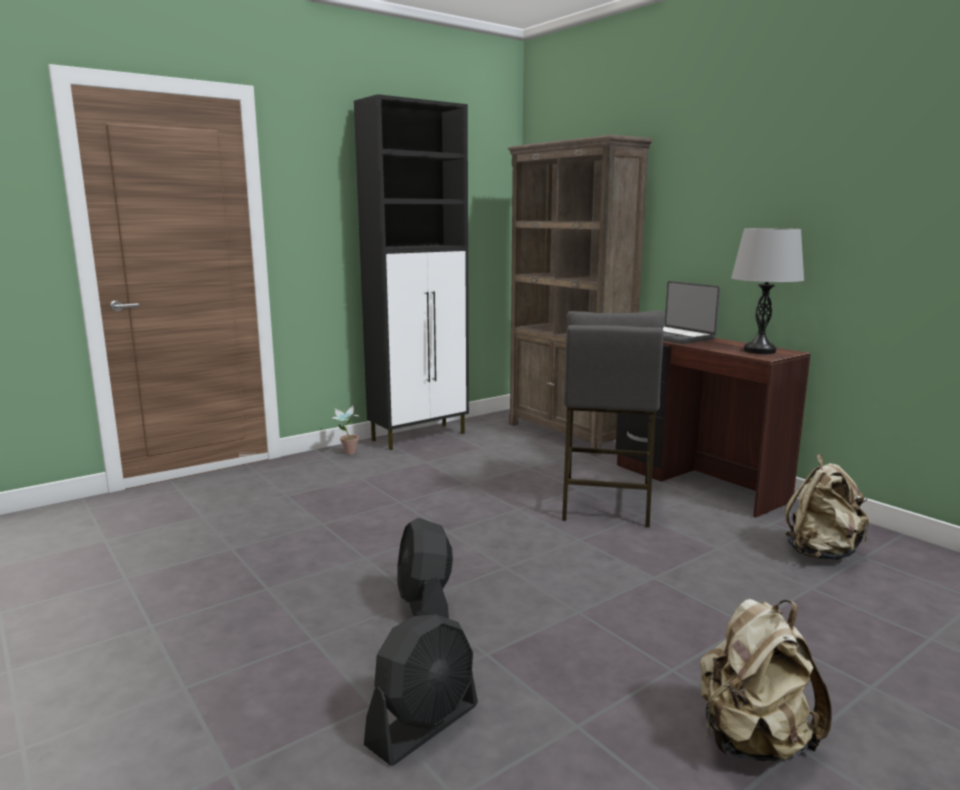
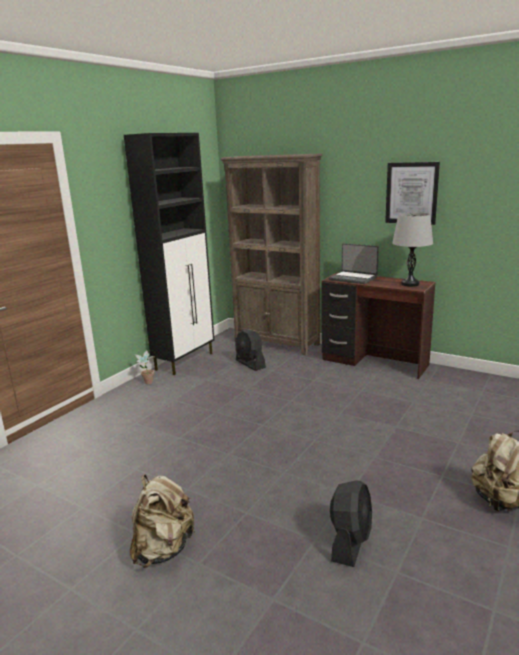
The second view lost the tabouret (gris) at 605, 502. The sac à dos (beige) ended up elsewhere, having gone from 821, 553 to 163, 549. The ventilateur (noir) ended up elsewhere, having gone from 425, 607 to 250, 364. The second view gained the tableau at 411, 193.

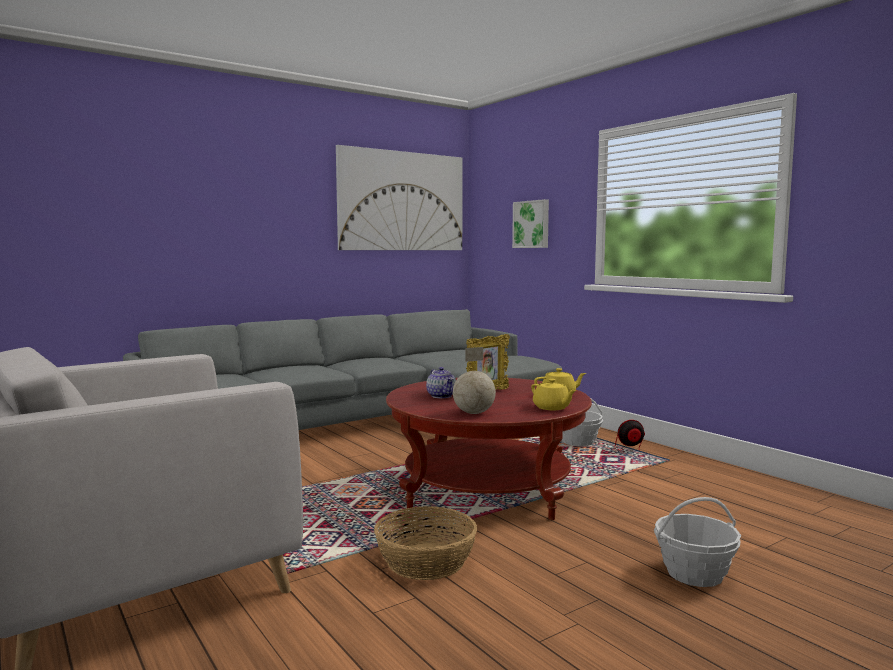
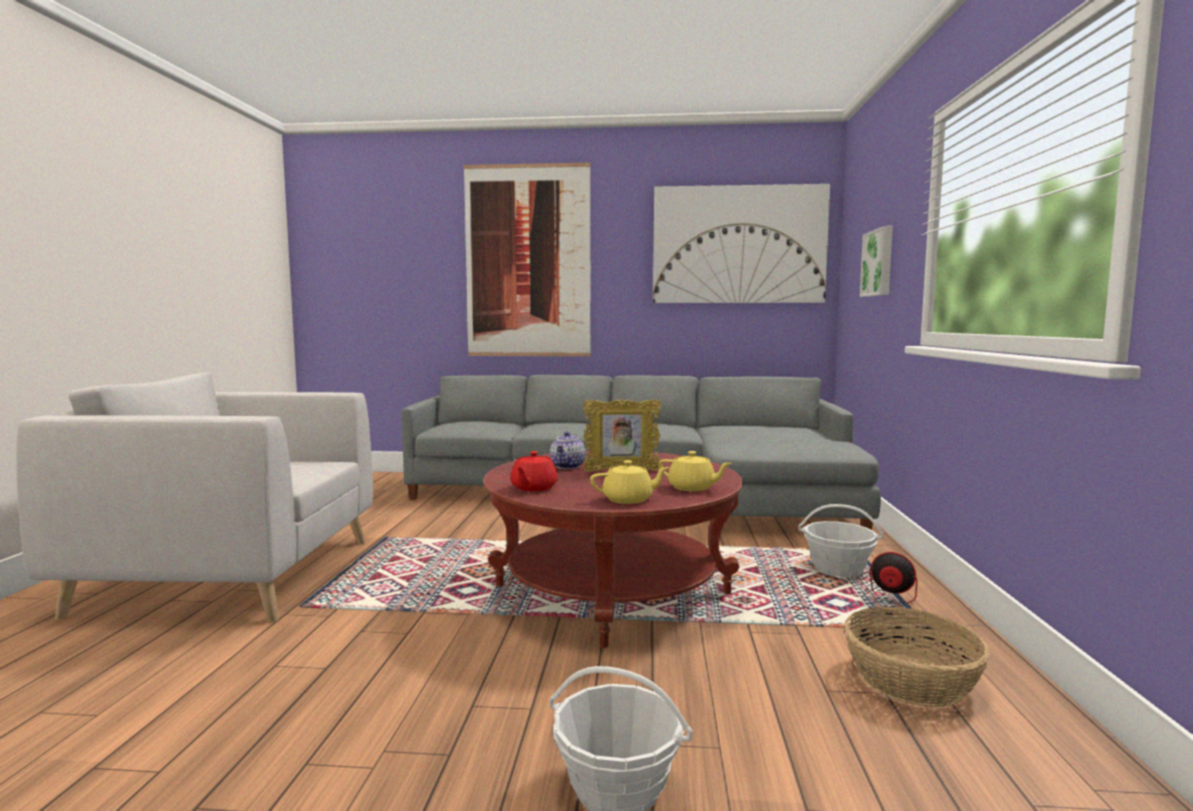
Where the globe stood at 474, 413, the théière (rouge) came to stand at 533, 488. The théière (jaune) at 552, 408 ended up facing another way, 105 degrees counterclockwise from before. The panier ended up elsewhere, having gone from 426, 561 to 912, 679. The second view gained the tableau at 527, 261.

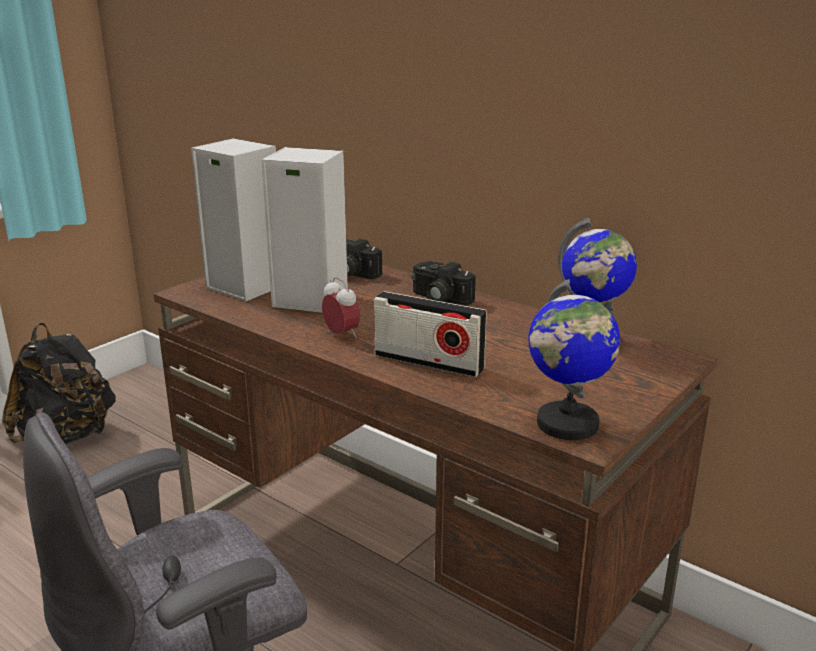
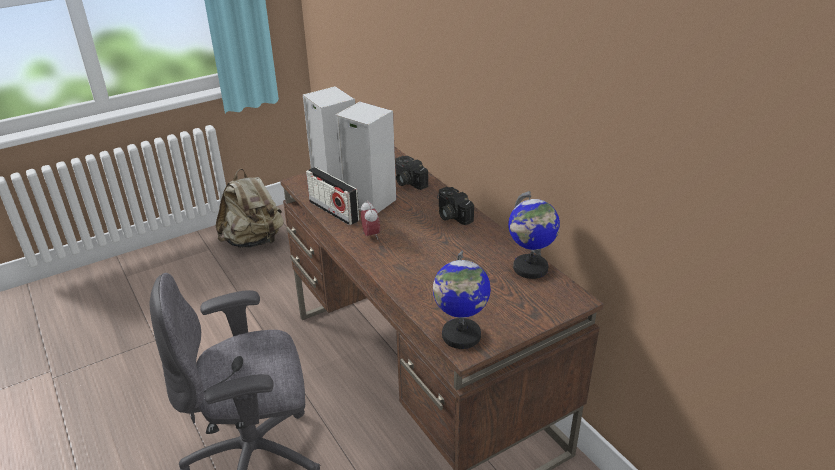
The radio ended up elsewhere, having gone from 428, 362 to 334, 211. What was the sac à dos (noir) at 67, 437 turned into the sac à dos (beige) at 254, 241.

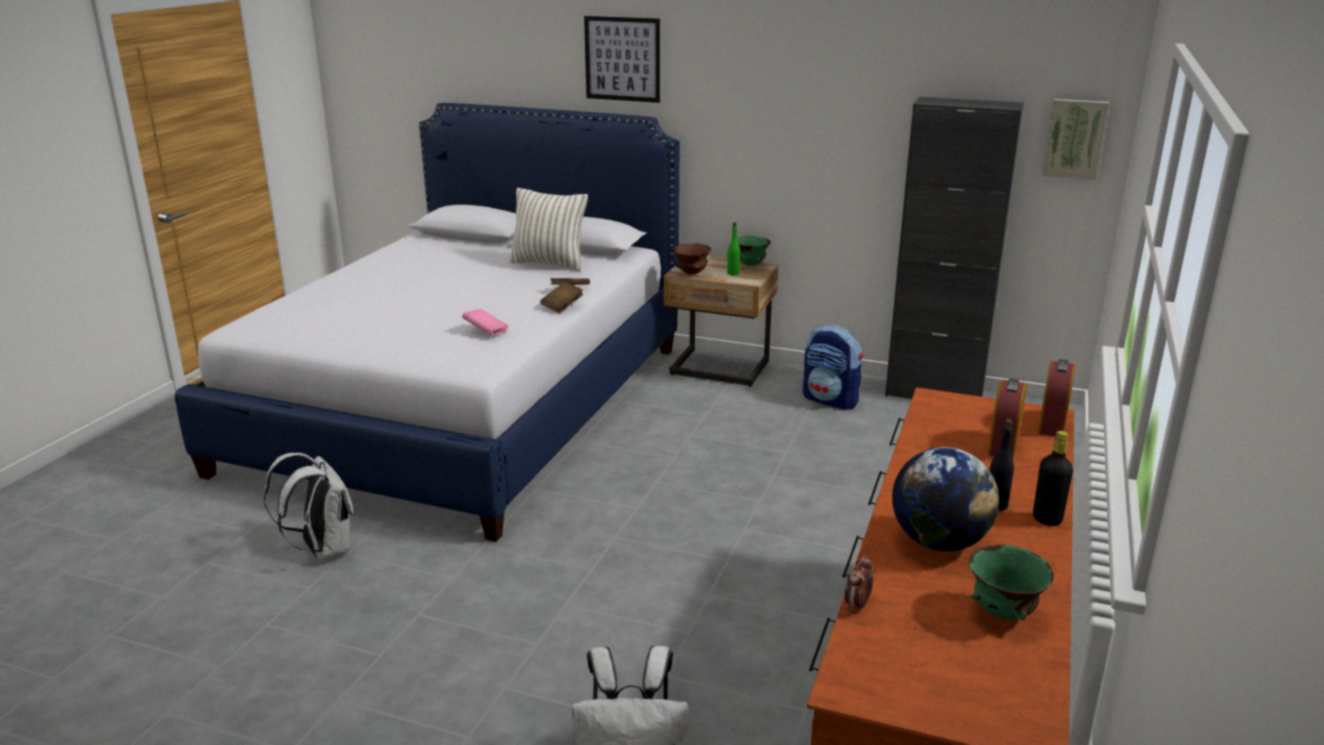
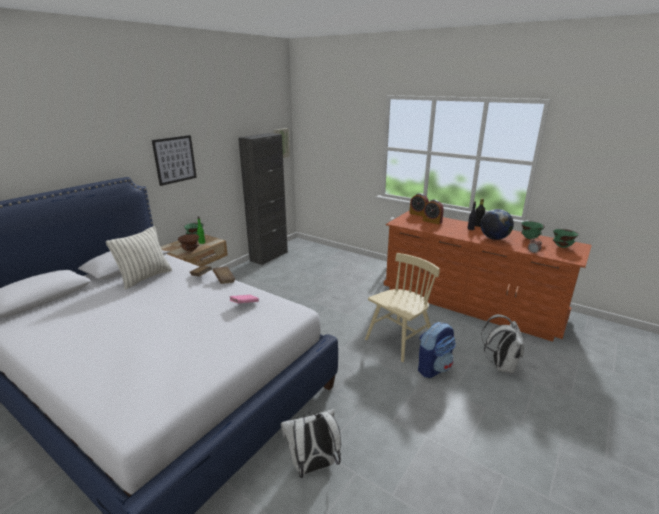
The tableau ended up elsewhere, having gone from 622, 59 to 175, 160. The sac à dos ended up elsewhere, having gone from 831, 400 to 433, 368. The second view gained the bol (vert) at 561, 247. The second view gained the chaise (beige) at 399, 340.

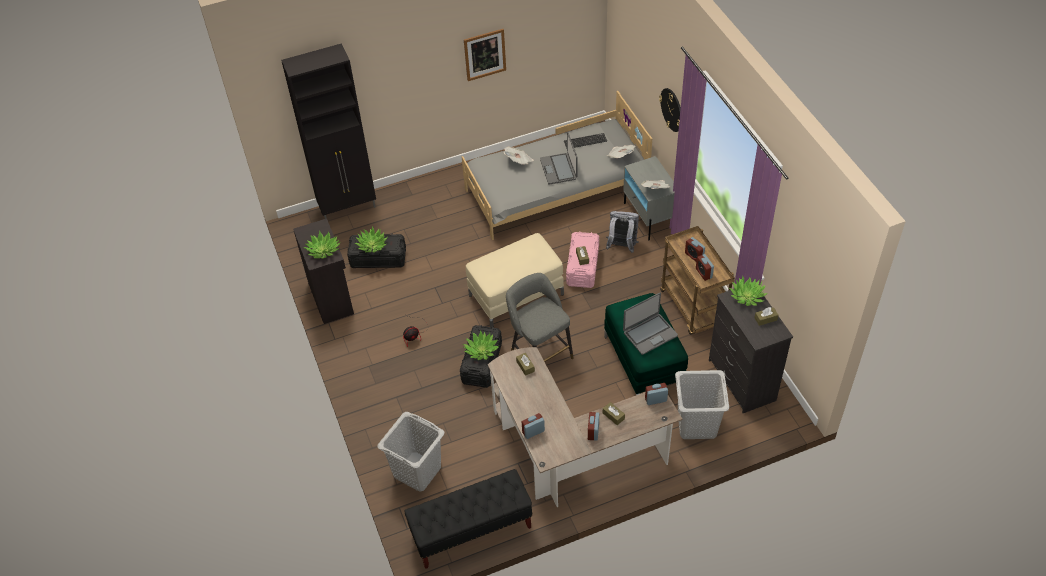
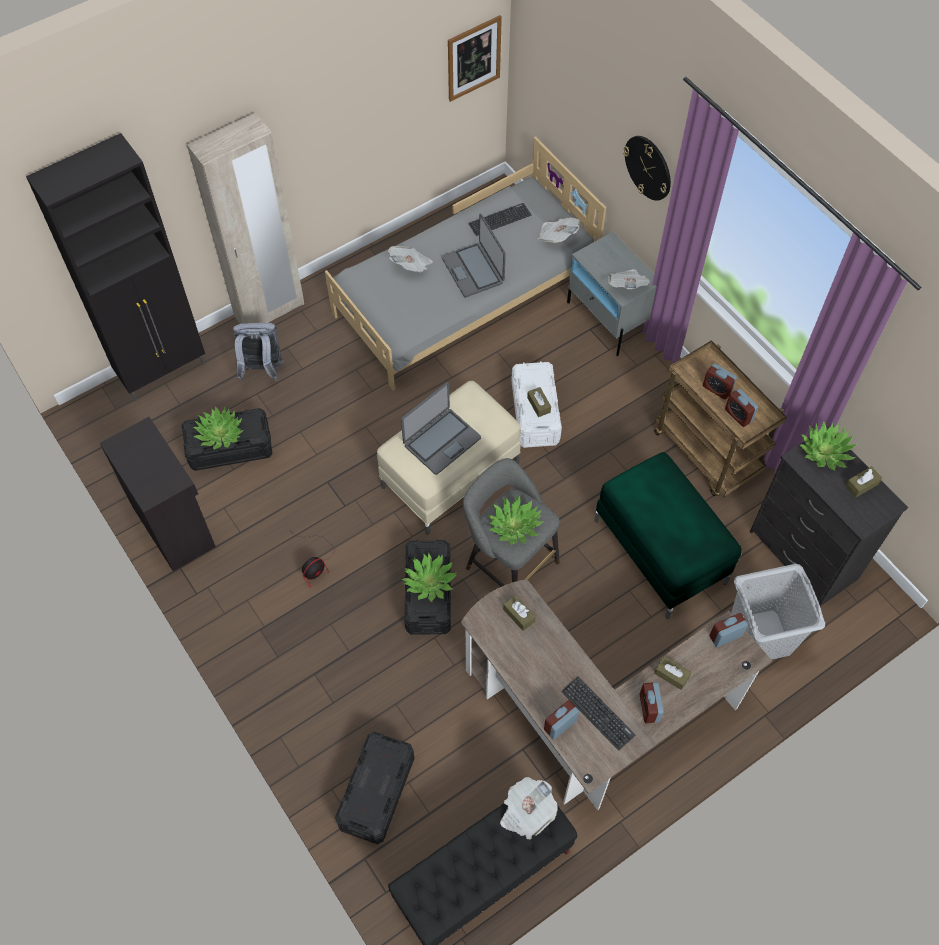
The tableau ended up elsewhere, having gone from 485, 54 to 473, 58. The sac à dos (gris) ended up elsewhere, having gone from 621, 246 to 262, 370. The plante en pot ended up elsewhere, having gone from 323, 250 to 514, 525. What was the boîte de rangement (rose) at 582, 267 turned into the boîte de rangement (blanc) at 534, 413. The ordinateur portable ended up elsewhere, having gone from 649, 334 to 441, 441. Where the panier à linge (gris) stood at 417, 471, the boîte de rangement (noir) came to stand at 376, 793. The second view gained the armoire (beige) at 270, 311. The second view gained the clavier at 598, 713. The second view gained the journal at 526, 812.

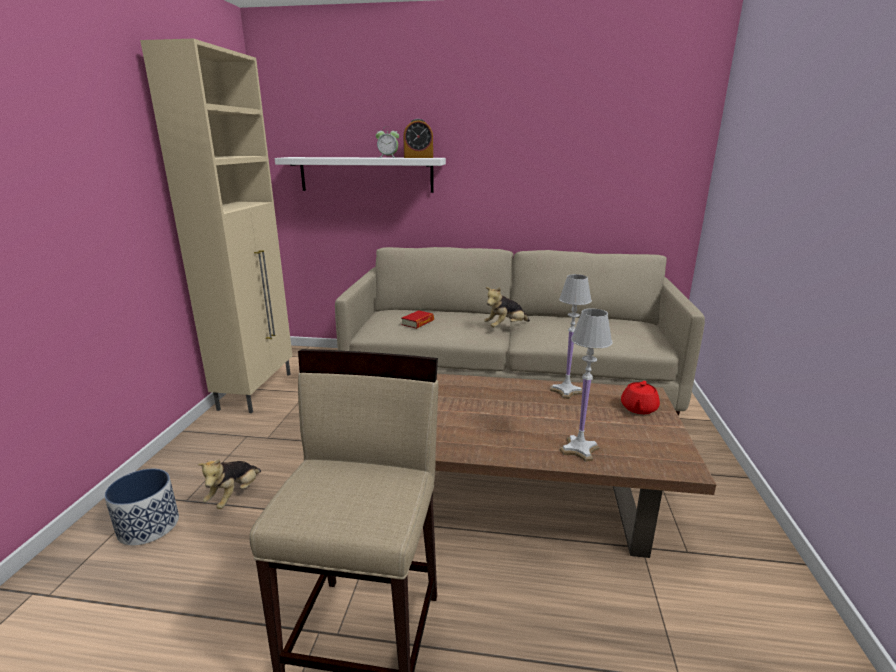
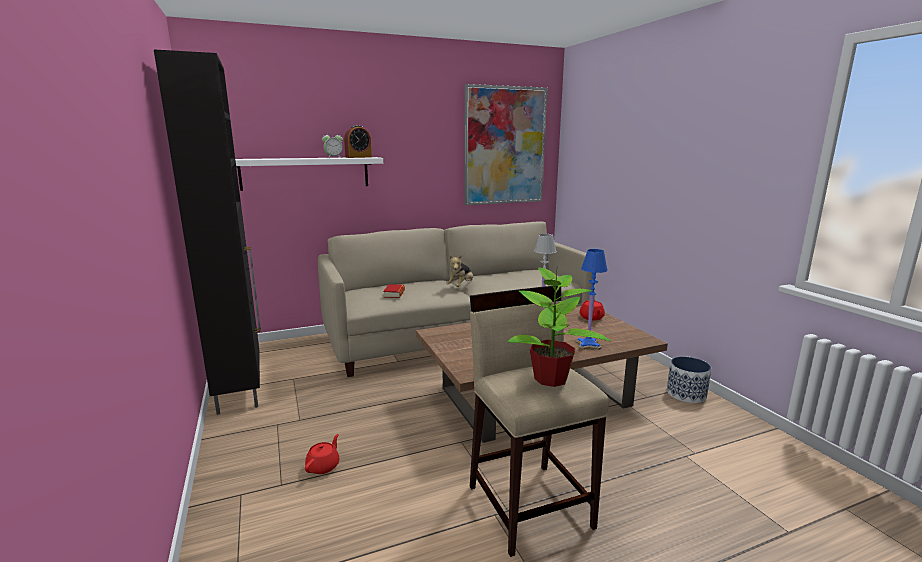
What was the meuble de rangement (beige) at 257, 390 turned into the meuble de rangement (noir) at 240, 389. What was the lampe de table (blanc) at 579, 449 turned into the lampe de table (bleu) at 588, 345. Where the peluche stood at 234, 495, the théière (rouge) came to stand at 323, 466. The cache-pot ended up elsewhere, having gone from 149, 526 to 686, 394. The second view gained the tableau at 505, 146. The second view gained the plante en pot at 550, 379.

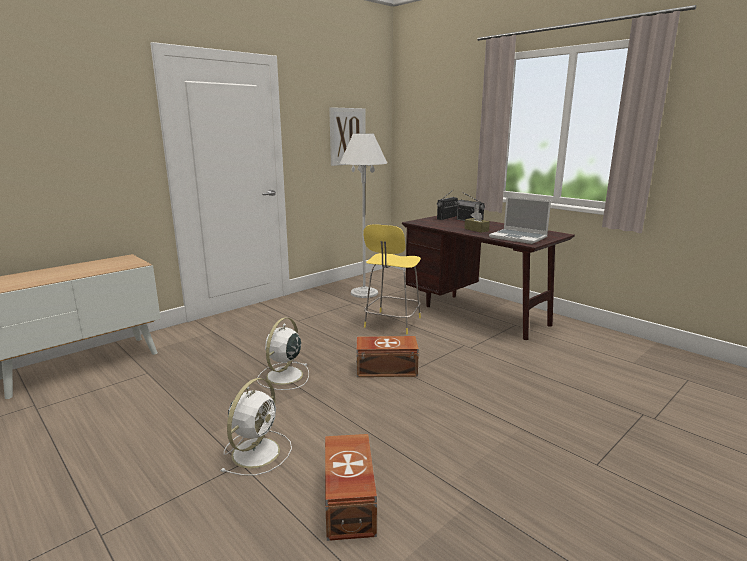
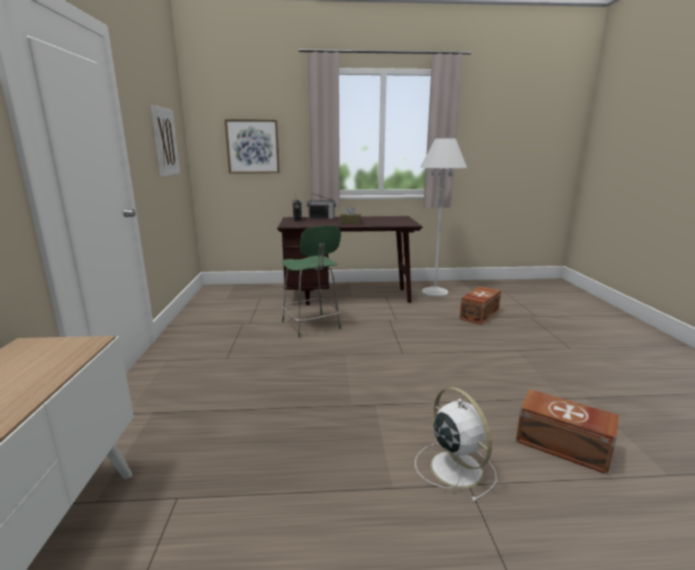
The lampadaire (blanc) ended up elsewhere, having gone from 364, 293 to 434, 292. The second view lost the ordinateur portable at 519, 237. What was the tabouret (jaune) at 392, 323 turned into the tabouret (vert) at 311, 326. The second view lost the ventilateur (blanc) at 283, 376. The boîte de rangement (marron) ended up elsewhere, having gone from 385, 369 to 478, 315. The second view gained the tableau at 253, 146.

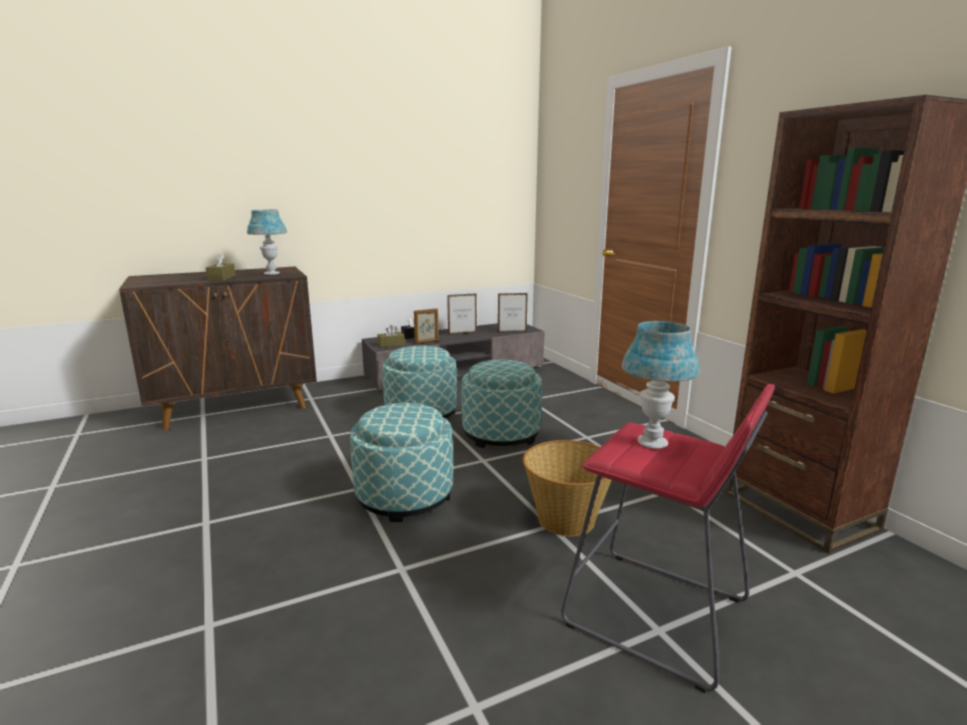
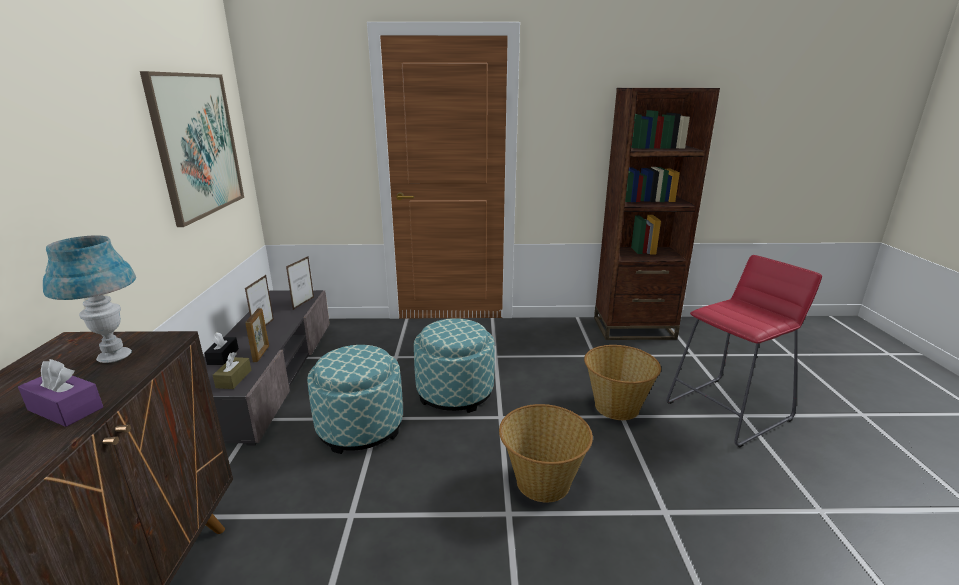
What was the boîte à mouchoirs (marron) at 221, 278 turned into the boîte à mouchoirs (violet) at 65, 409. The second view lost the lampe de table (bleu) at 652, 442. Where the pouf stood at 404, 496, the panier came to stand at 542, 482. The second view gained the tableau at 197, 145.

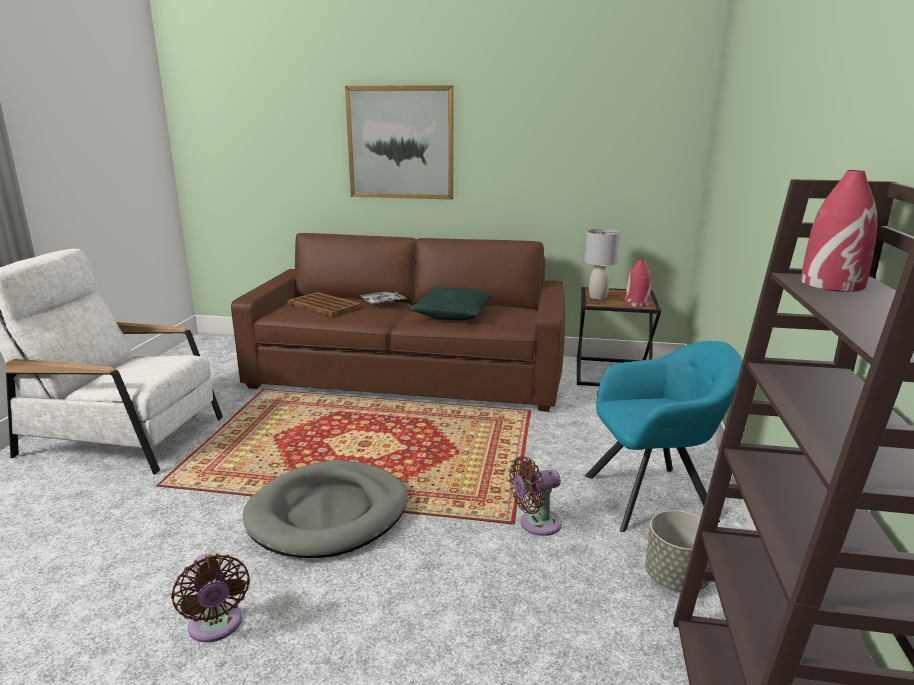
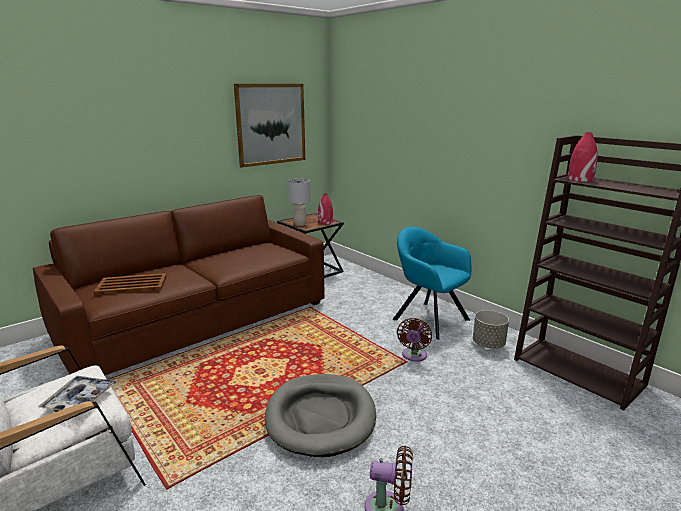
The tableau ended up elsewhere, having gone from 400, 143 to 271, 124. The second view lost the coussin (vert) at 452, 315. The plateau ended up elsewhere, having gone from 383, 302 to 80, 400. The fauteuil (turquoise) at 654, 496 ended up facing another way, 75 degrees counterclockwise from before.

